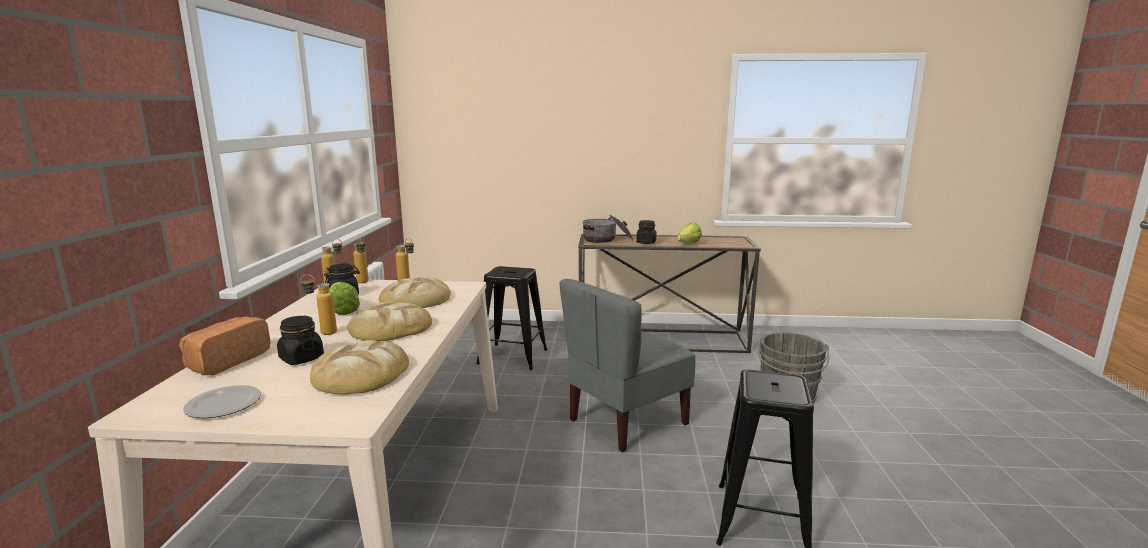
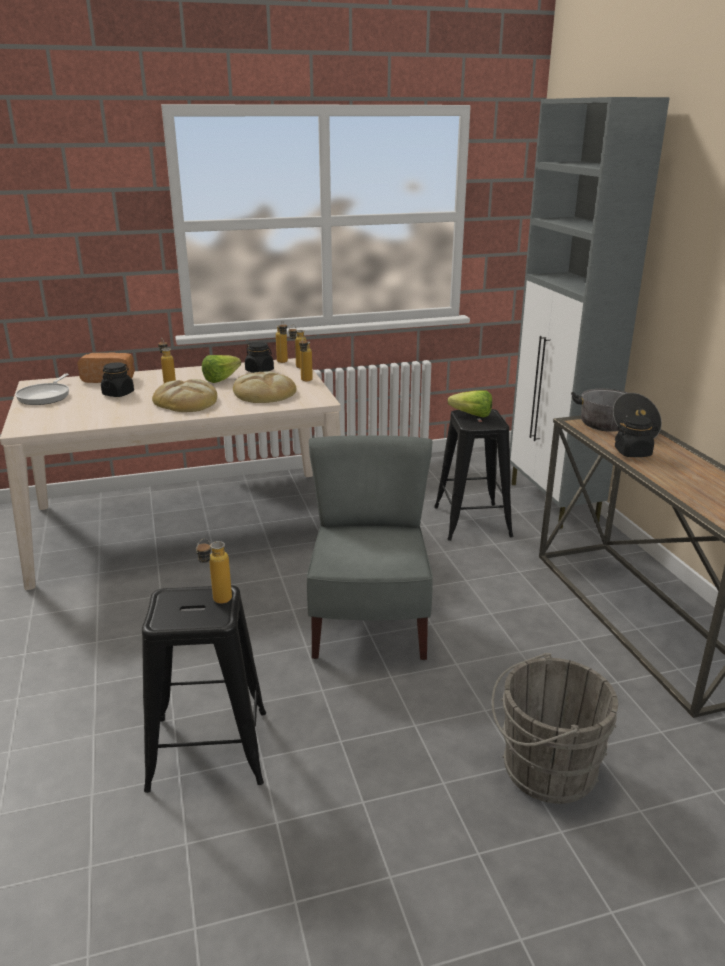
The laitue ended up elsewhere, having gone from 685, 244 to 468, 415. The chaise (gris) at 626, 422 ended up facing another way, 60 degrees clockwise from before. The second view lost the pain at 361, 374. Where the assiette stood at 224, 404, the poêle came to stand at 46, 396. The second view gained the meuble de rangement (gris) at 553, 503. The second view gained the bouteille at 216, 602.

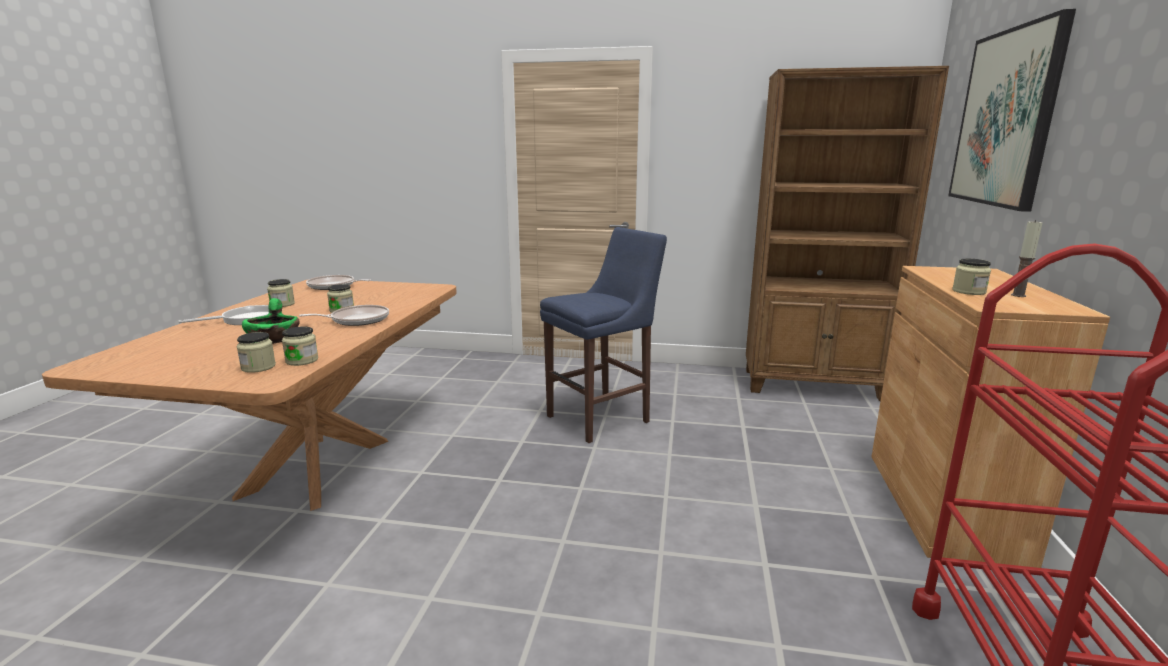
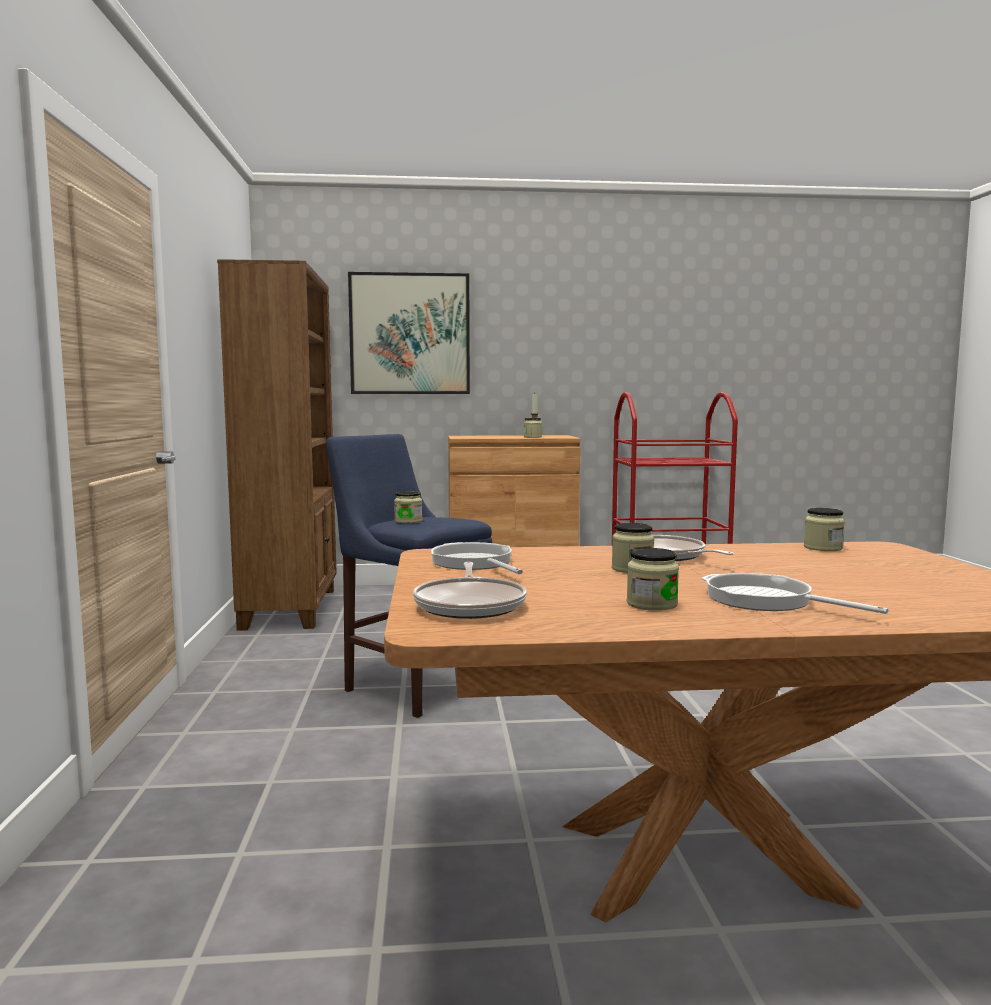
The second view lost the bol (vert) at 274, 339. The bocal ended up elsewhere, having gone from 258, 367 to 408, 521. The second view gained the poêle at 474, 563.

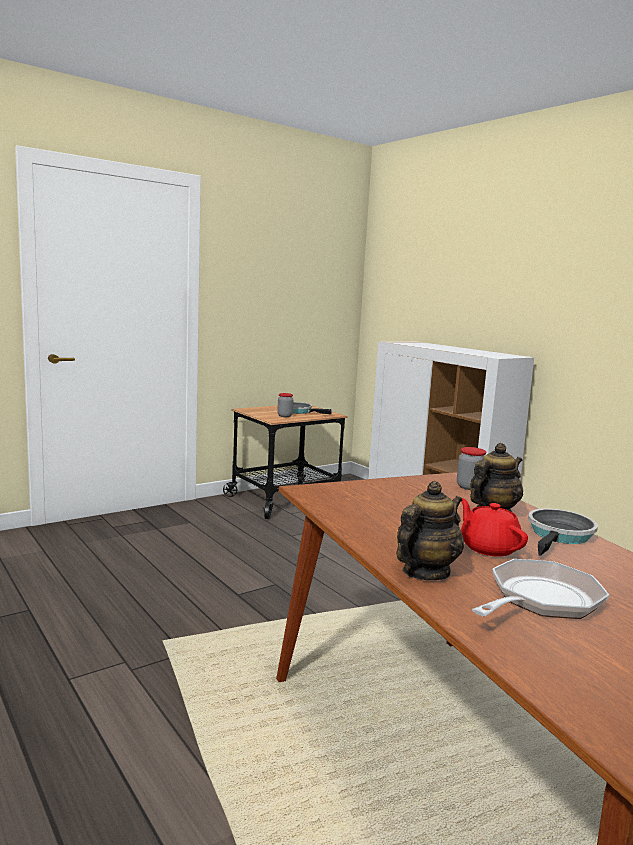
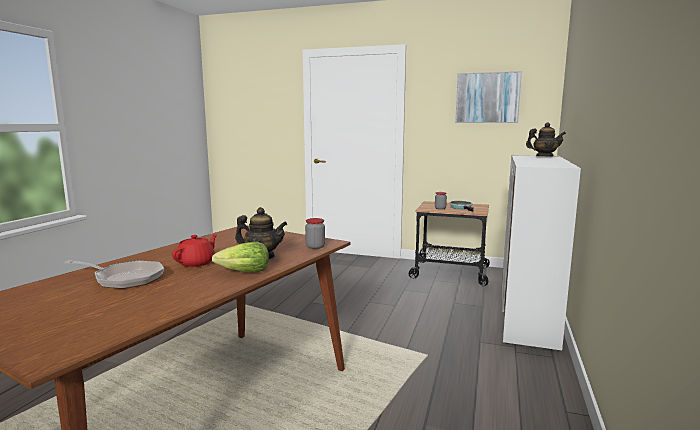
The théière ended up elsewhere, having gone from 425, 572 to 544, 156. Where the poêle stood at 559, 535, the laitue came to stand at 244, 272. The second view gained the tableau at 487, 98.

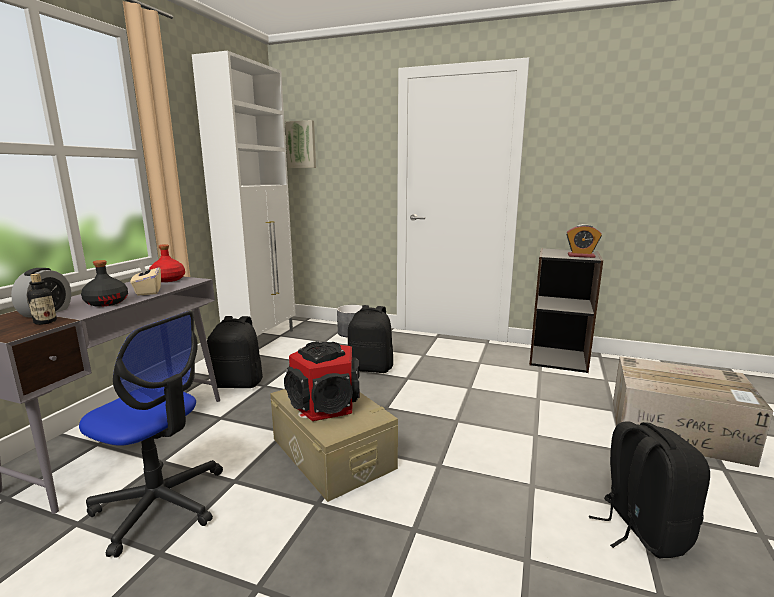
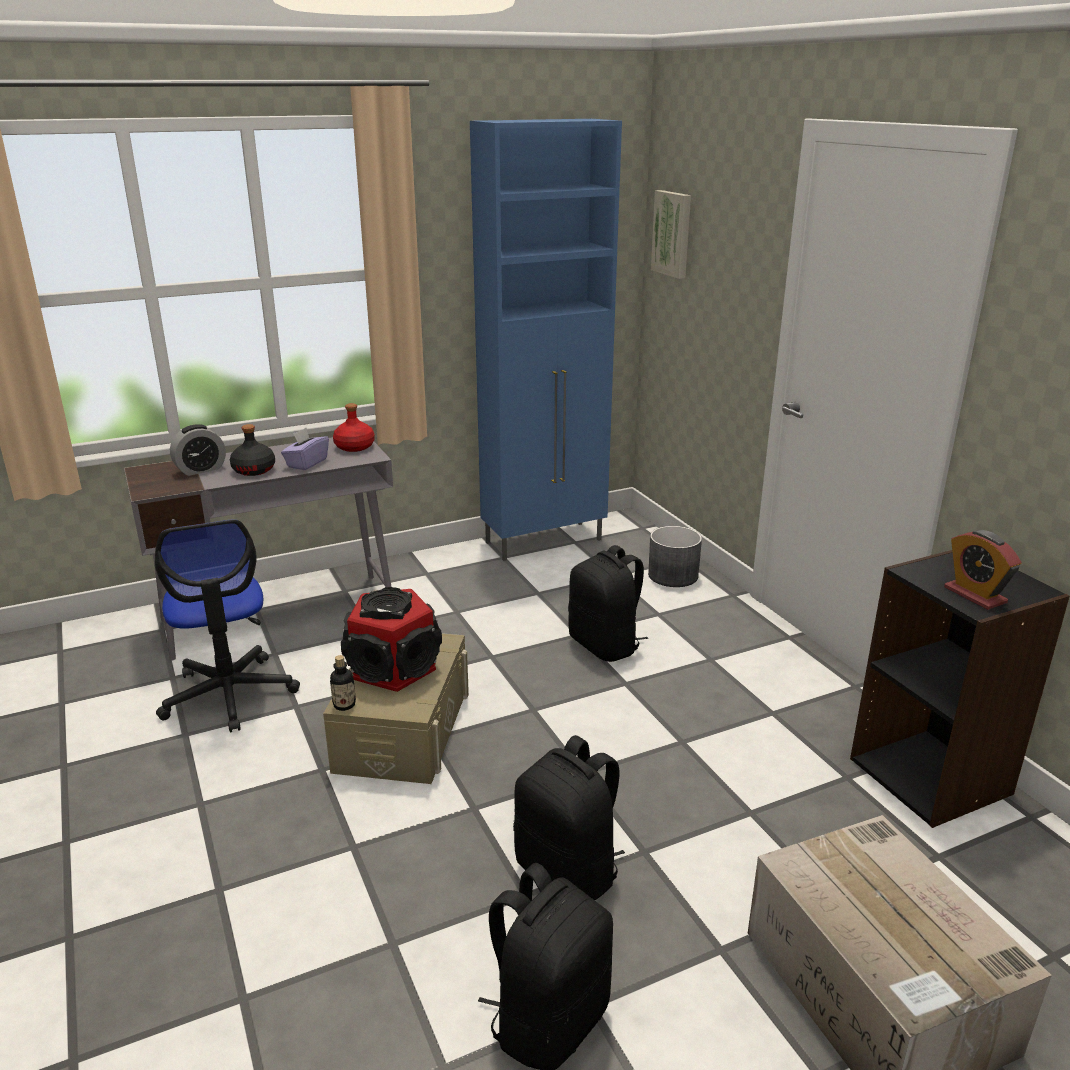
What was the meuble de rangement (blanc) at 263, 340 turned into the meuble de rangement (bleu) at 545, 541. What was the boîte à mouchoirs (beige) at 148, 291 turned into the boîte à mouchoirs (violet) at 306, 463. The bouteille ended up elsewhere, having gone from 45, 322 to 344, 705. The sac à dos (noir) ended up elsewhere, having gone from 238, 383 to 569, 872.

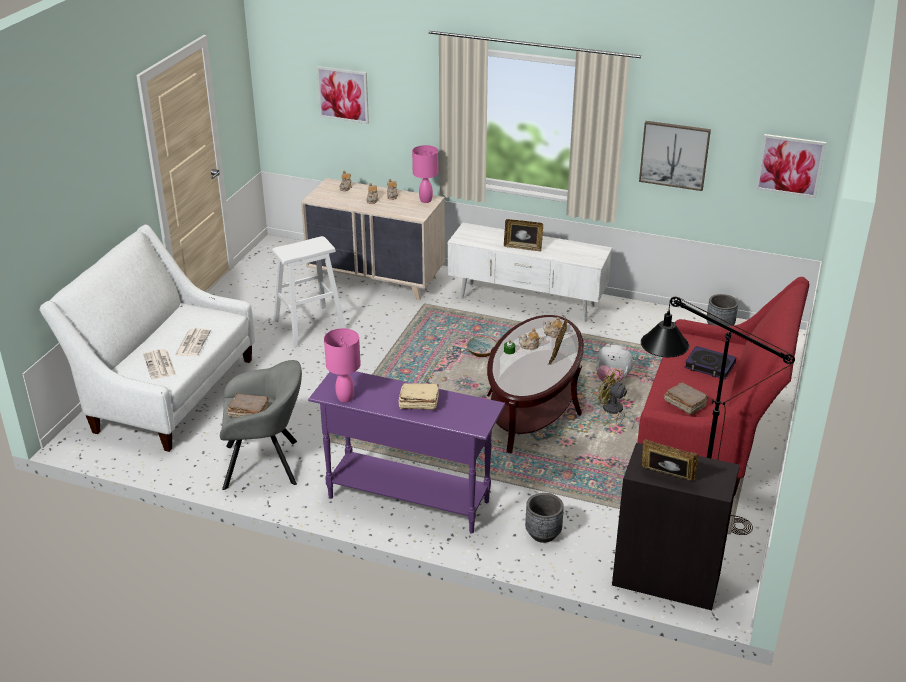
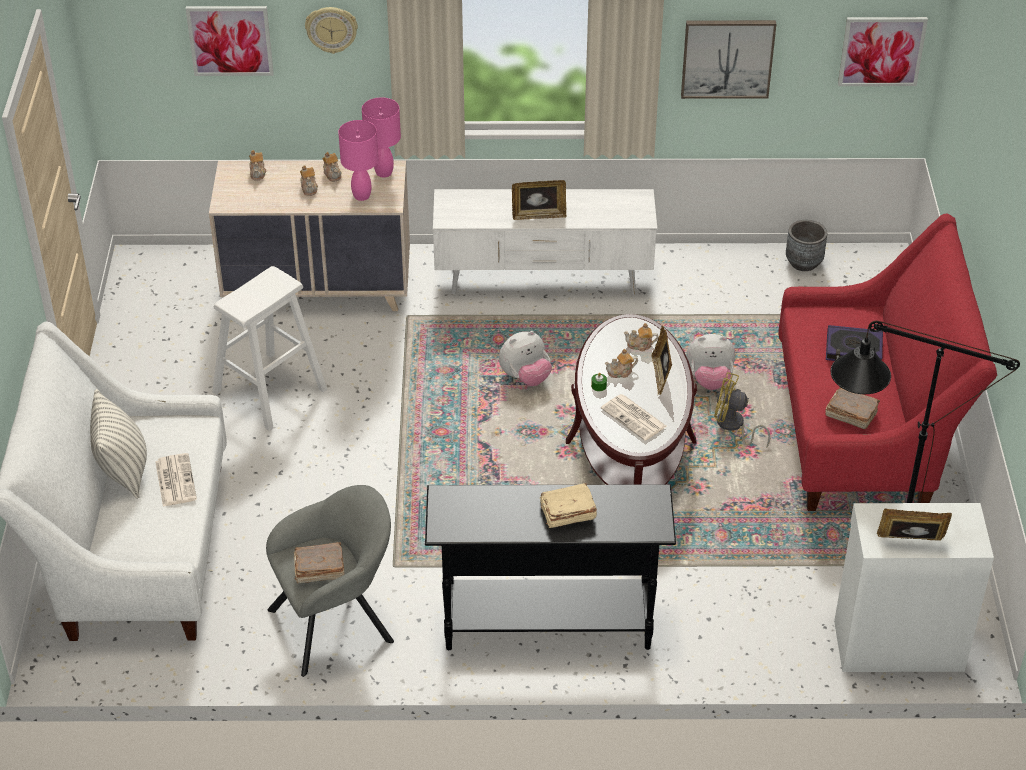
The lampe de table (rose) ended up elsewhere, having gone from 345, 398 to 362, 196. Where the bol stood at 482, 353, the peluche came to stand at 525, 377. The journal ended up elsewhere, having gone from 160, 365 to 634, 418. What was the table console (violet) at 408, 499 turned into the table console (noir) at 546, 623. What was the meuble de rangement (noir) at 665, 577 turned into the meuble de rangement (blanc) at 897, 644. The second view lost the cache-pot (gris) at 543, 534. The second view gained the horloge murale at 331, 29. The second view gained the coussin at 123, 470.

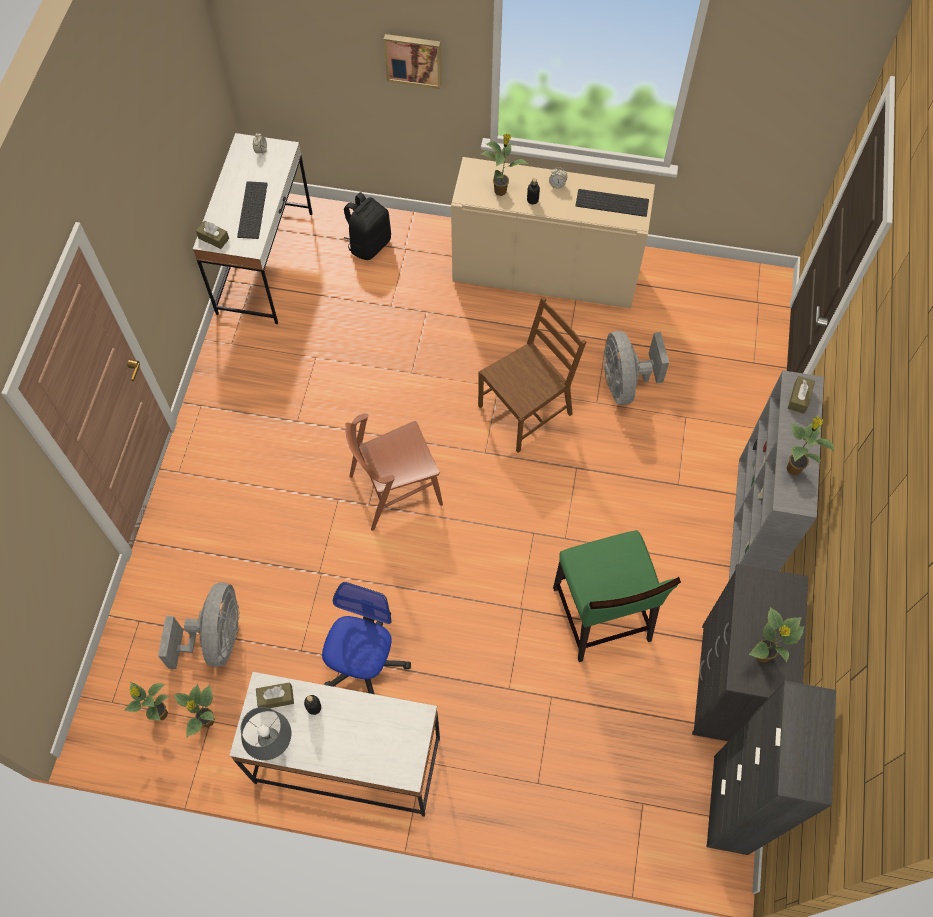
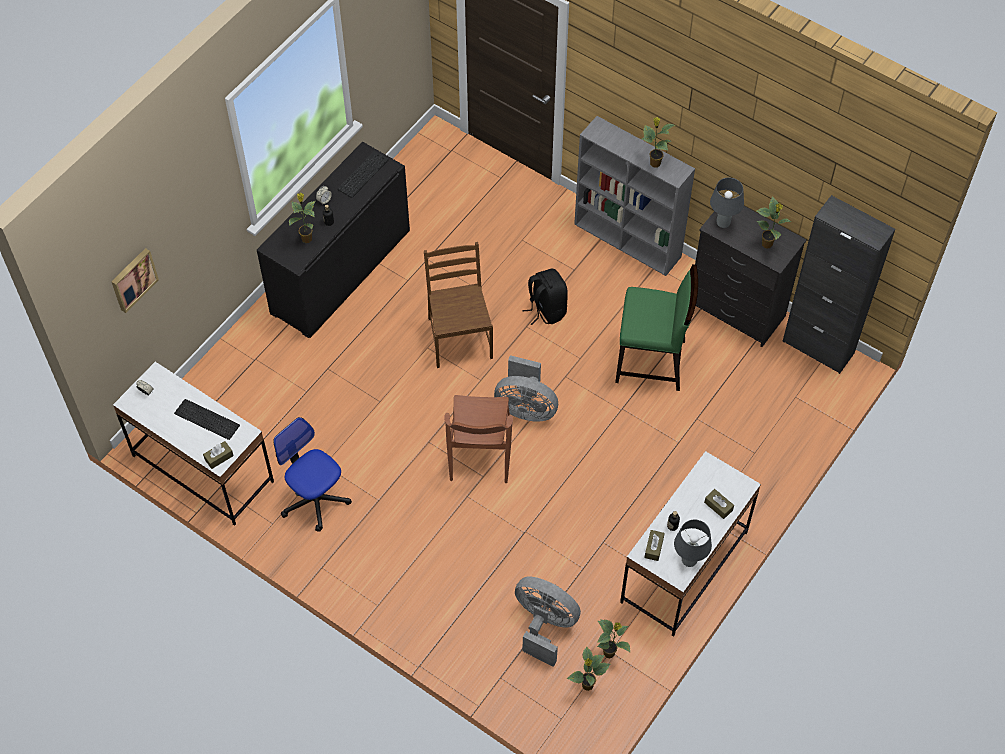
The tableau ended up elsewhere, having gone from 413, 59 to 133, 279. What was the meuble de rangement (beige) at 545, 273 turned into the meuble de rangement (noir) at 341, 272. The sac à dos (noir) ended up elsewhere, having gone from 369, 244 to 546, 310. The ventilateur (gris) ended up elsewhere, having gone from 625, 383 to 525, 408. The boîte à mouchoirs (marron) ended up elsewhere, having gone from 799, 398 to 718, 506. The chaise de bureau ended up elsewhere, having gone from 364, 663 to 315, 499. The second view gained the lampe de table (gris) at 723, 223.

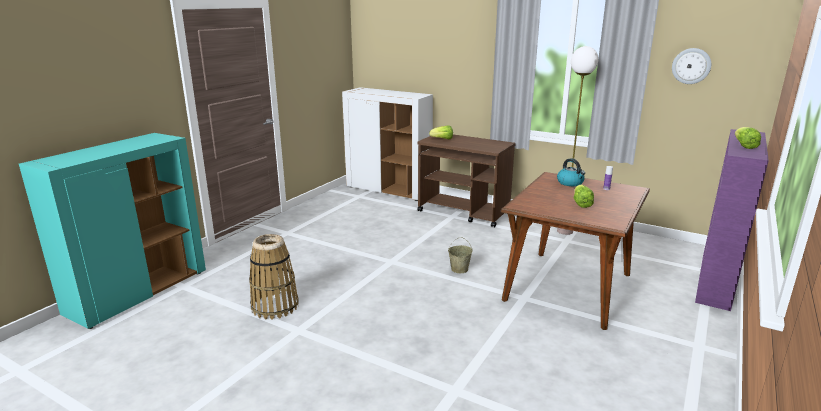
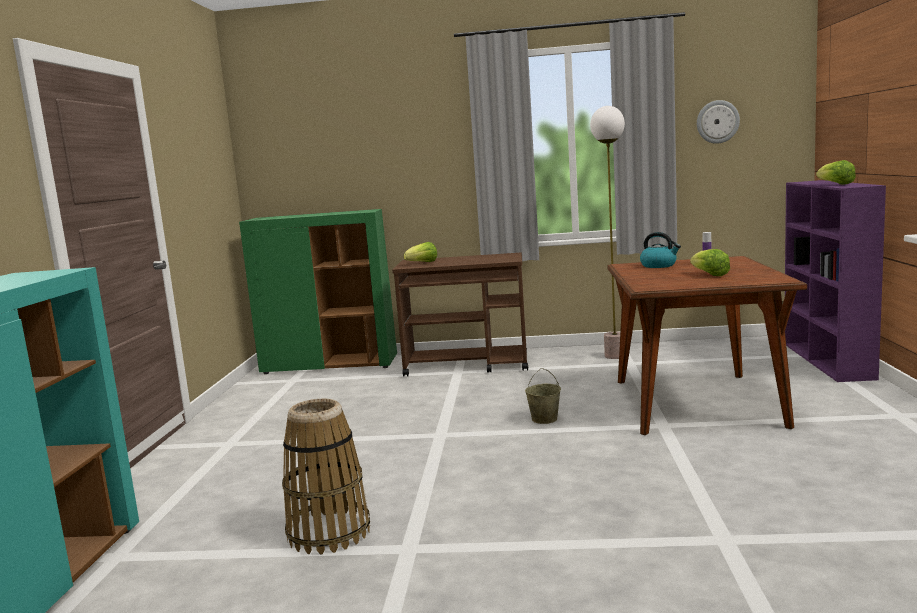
What was the meuble de rangement (blanc) at 389, 190 turned into the meuble de rangement (vert) at 330, 365.

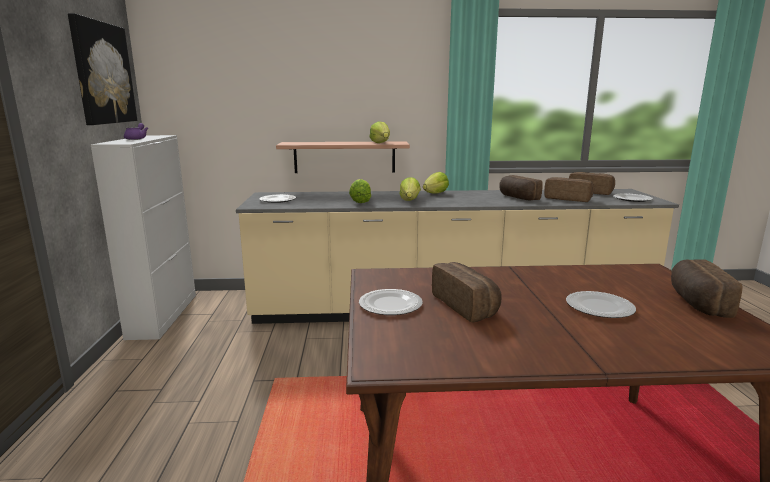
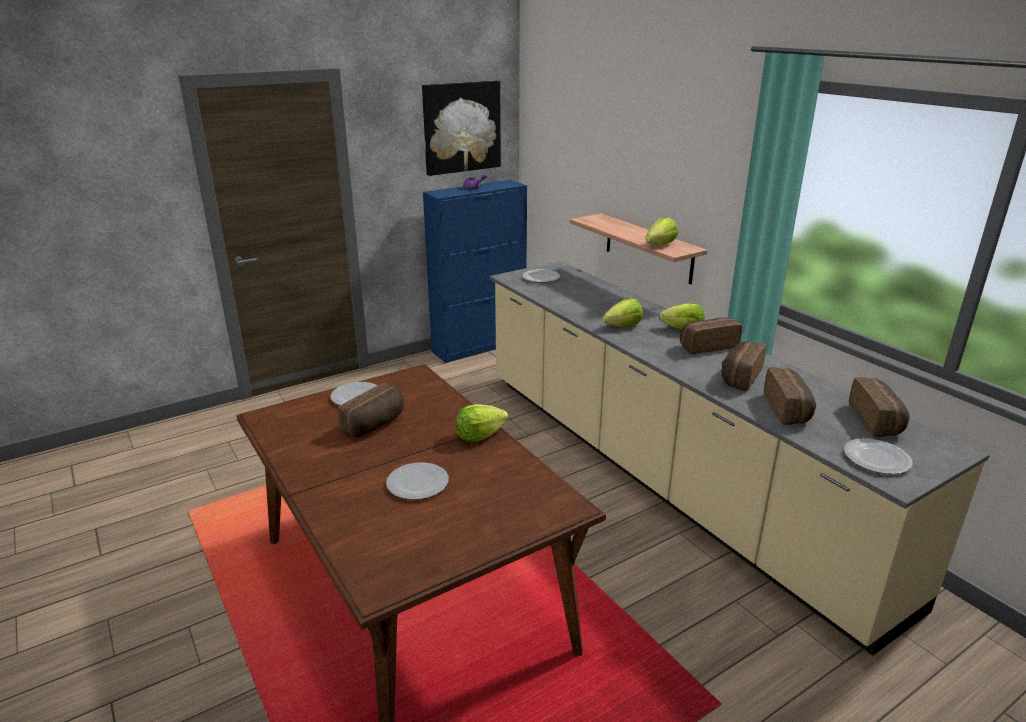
What was the meuble de rangement (blanc) at 163, 315 turned into the meuble de rangement (bleu) at 480, 346. The laitue ended up elsewhere, having gone from 360, 201 to 479, 435. The pain ended up elsewhere, having gone from 696, 302 to 707, 346.

